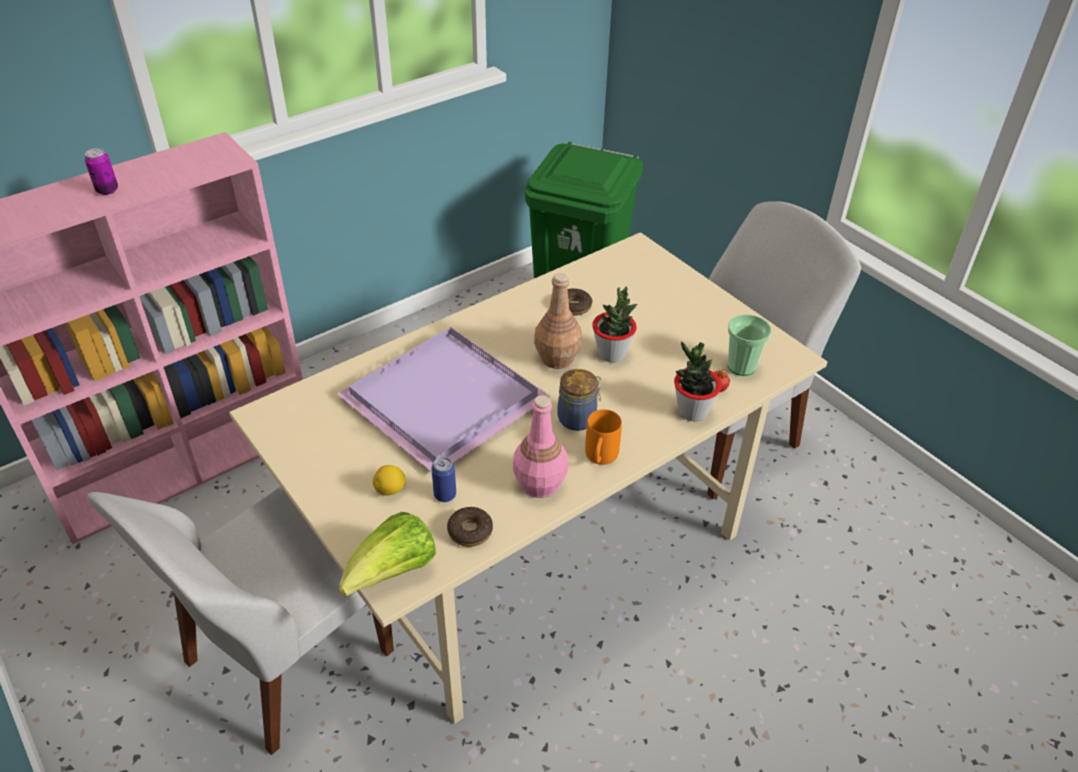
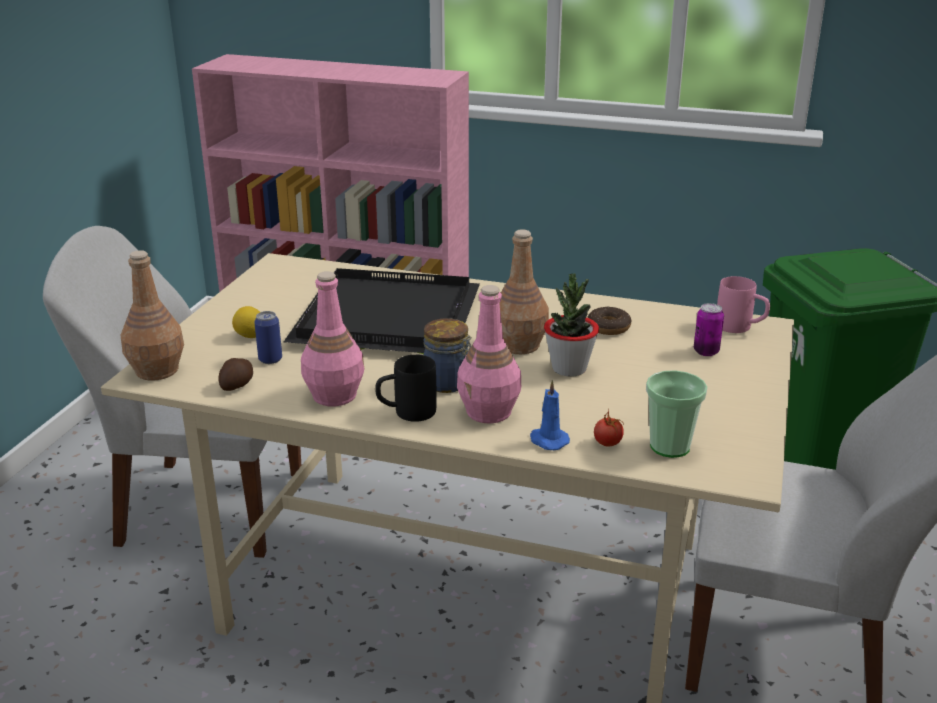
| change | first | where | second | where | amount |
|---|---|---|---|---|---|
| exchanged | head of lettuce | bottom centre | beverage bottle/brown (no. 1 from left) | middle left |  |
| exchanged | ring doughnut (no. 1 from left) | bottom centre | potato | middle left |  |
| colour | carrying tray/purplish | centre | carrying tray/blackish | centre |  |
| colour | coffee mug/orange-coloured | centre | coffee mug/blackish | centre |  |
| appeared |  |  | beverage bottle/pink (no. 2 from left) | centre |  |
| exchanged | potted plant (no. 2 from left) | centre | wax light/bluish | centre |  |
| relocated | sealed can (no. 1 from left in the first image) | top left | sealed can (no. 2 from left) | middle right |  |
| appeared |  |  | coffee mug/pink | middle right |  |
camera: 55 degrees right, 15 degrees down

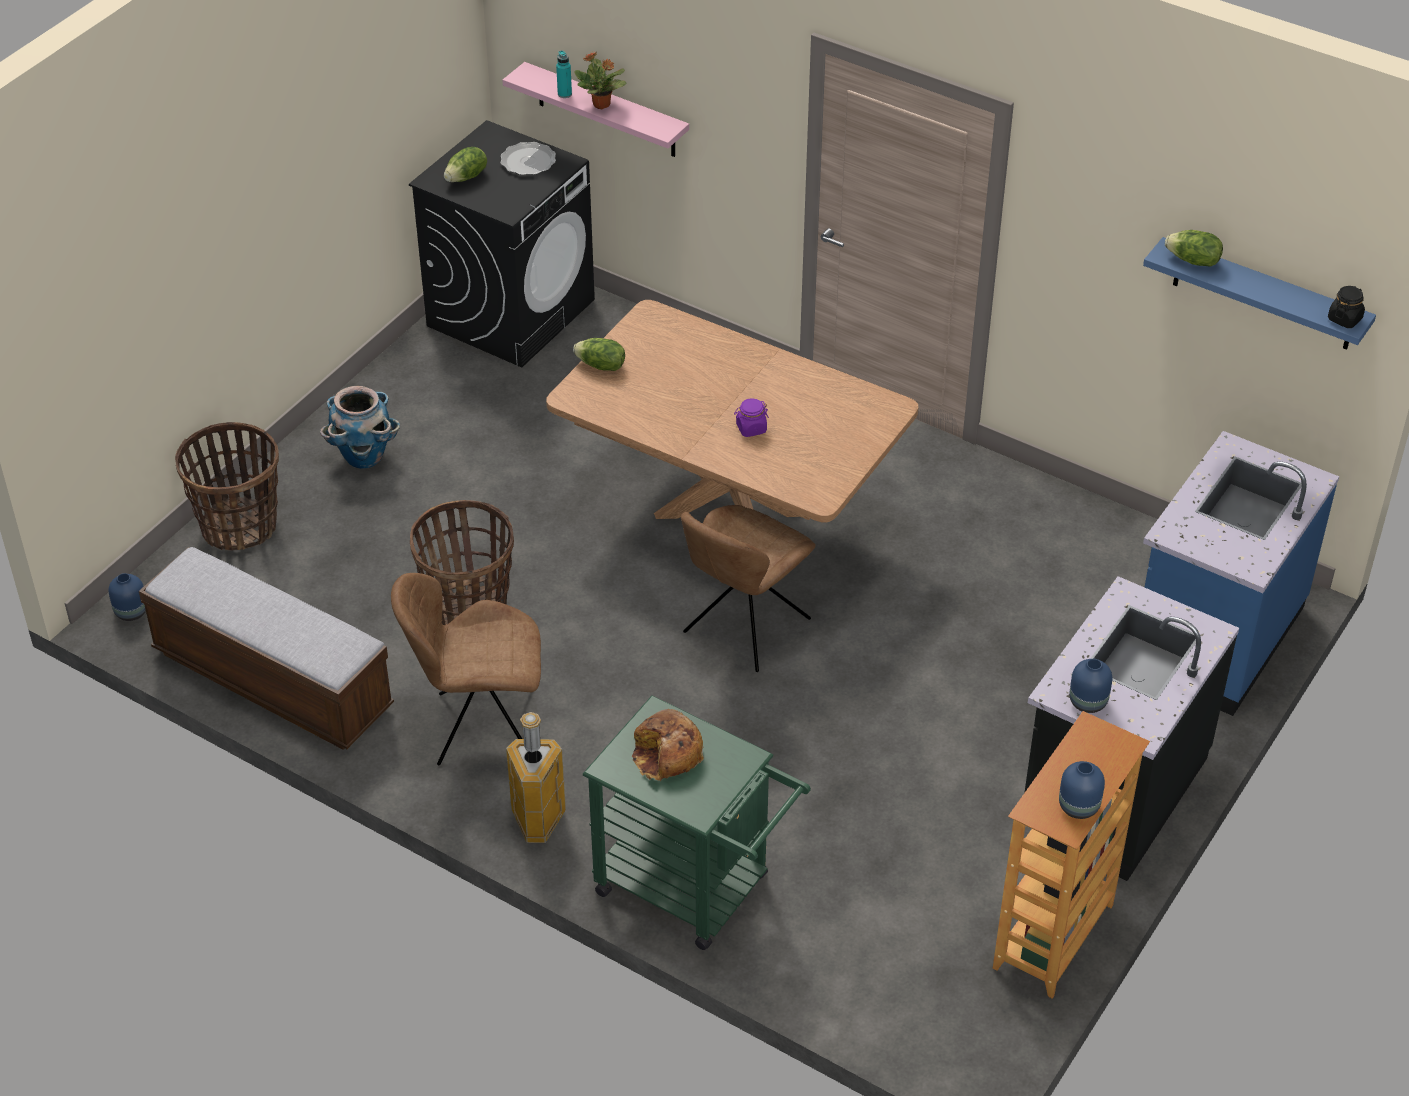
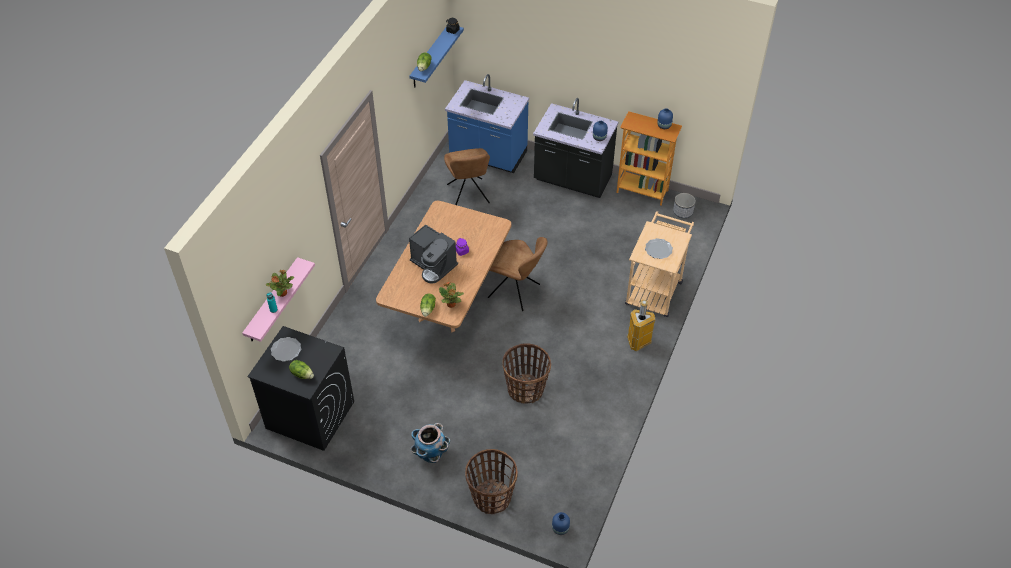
| change | first | where | second | where | amount |
|---|---|---|---|---|---|
| appeared |  |  | coffee machine | centre |  |
| appeared |  |  | potted plant (no. 2 from left) | centre |  |
| relocated | plain chair/brown (no. 1 from left) | middle left |  | top centre |  |
| colour | cart/green-coloured | bottom centre | cart/sand-coloured | centre |  |
| exchanged | baked bread | bottom centre | plate (no. 2 from left) | centre |  |
| appeared |  |  | planter (no. 2 from left) | middle right |  |
| missing | long seat | middle left |  |  |  |
camera: 100 degrees left, 5 degrees up

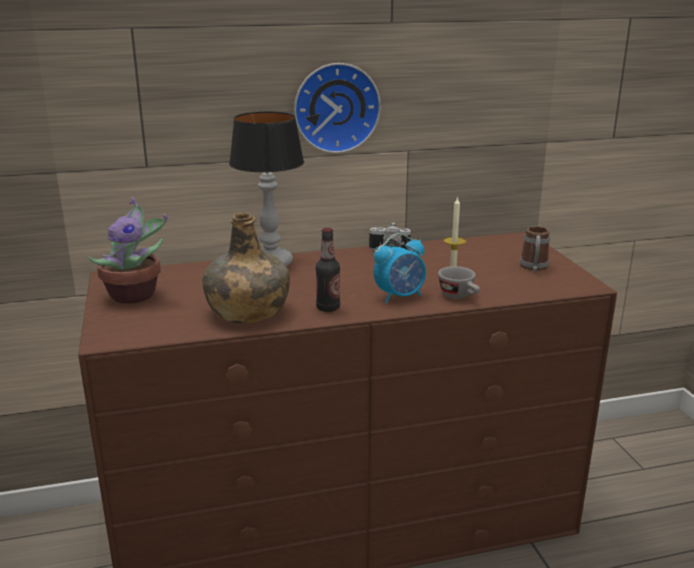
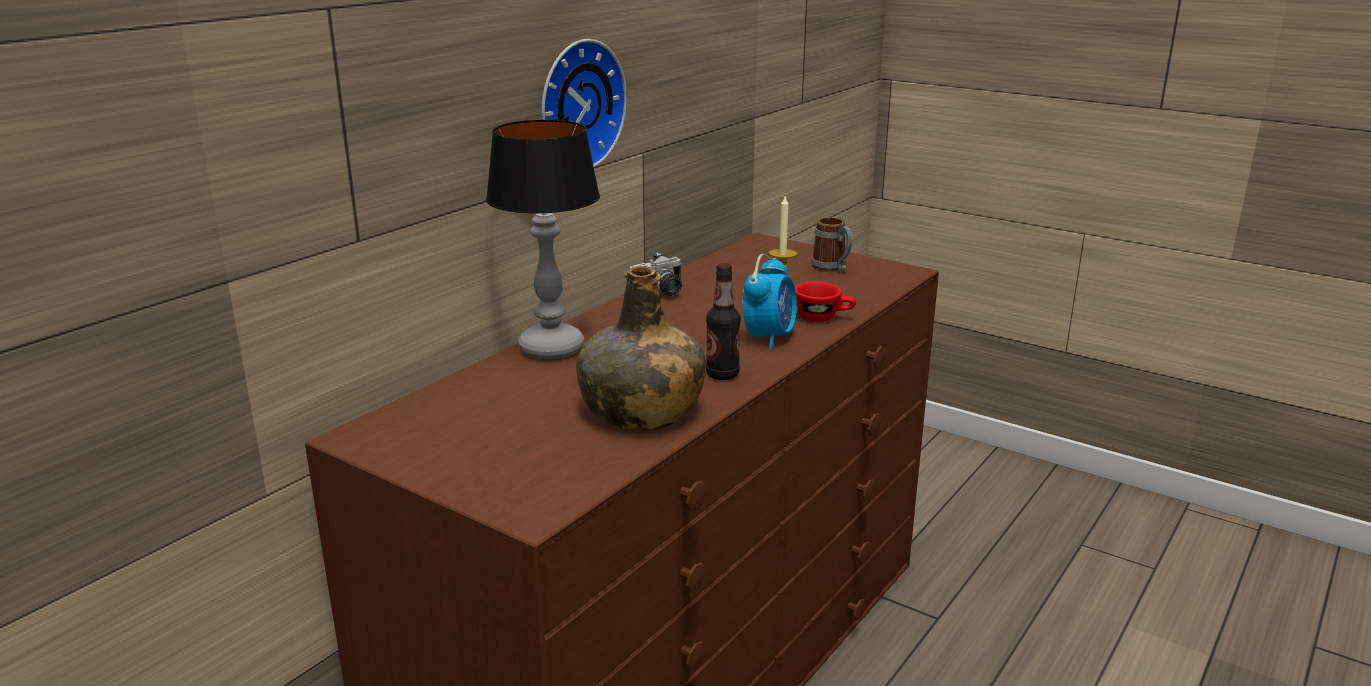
| change | first | where | second | where | amount |
|---|---|---|---|---|---|
| colour | drinking cup/gray | centre | drinking cup/red-coloured | centre |  |
| missing | potted plant | middle left |  |  |  |
camera: 40 degrees left, 0 degrees up

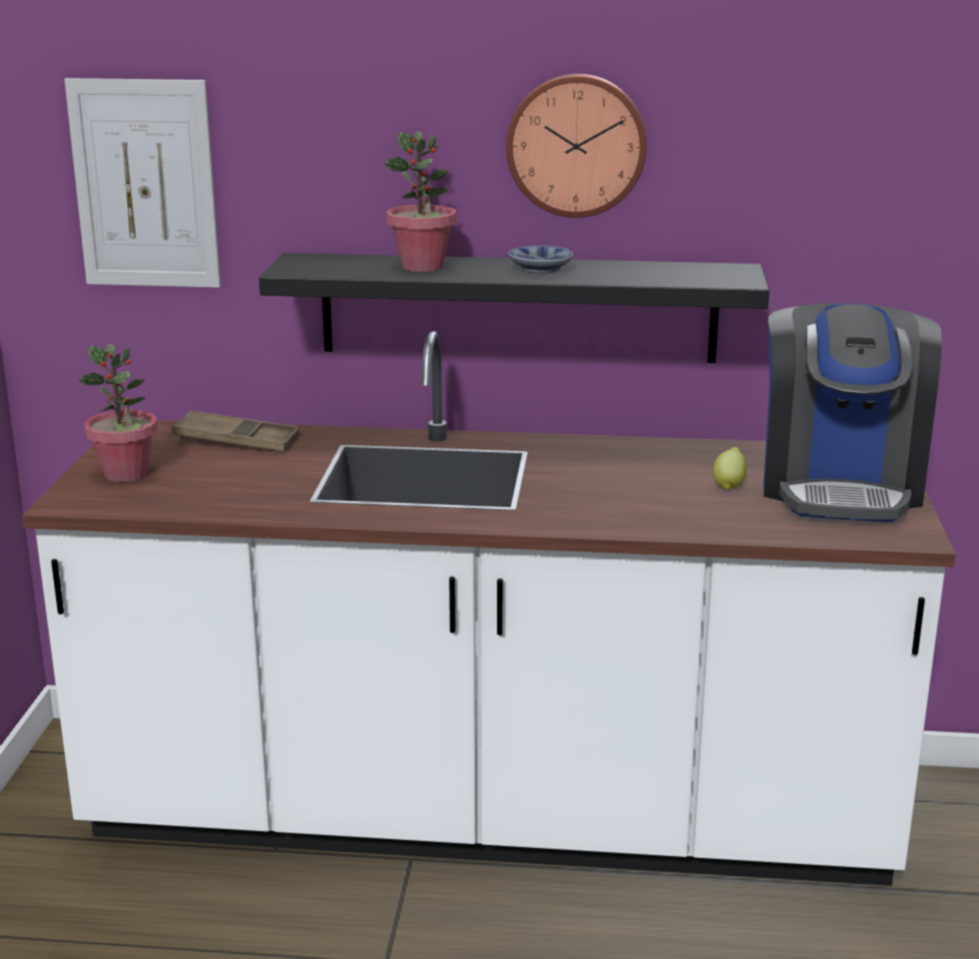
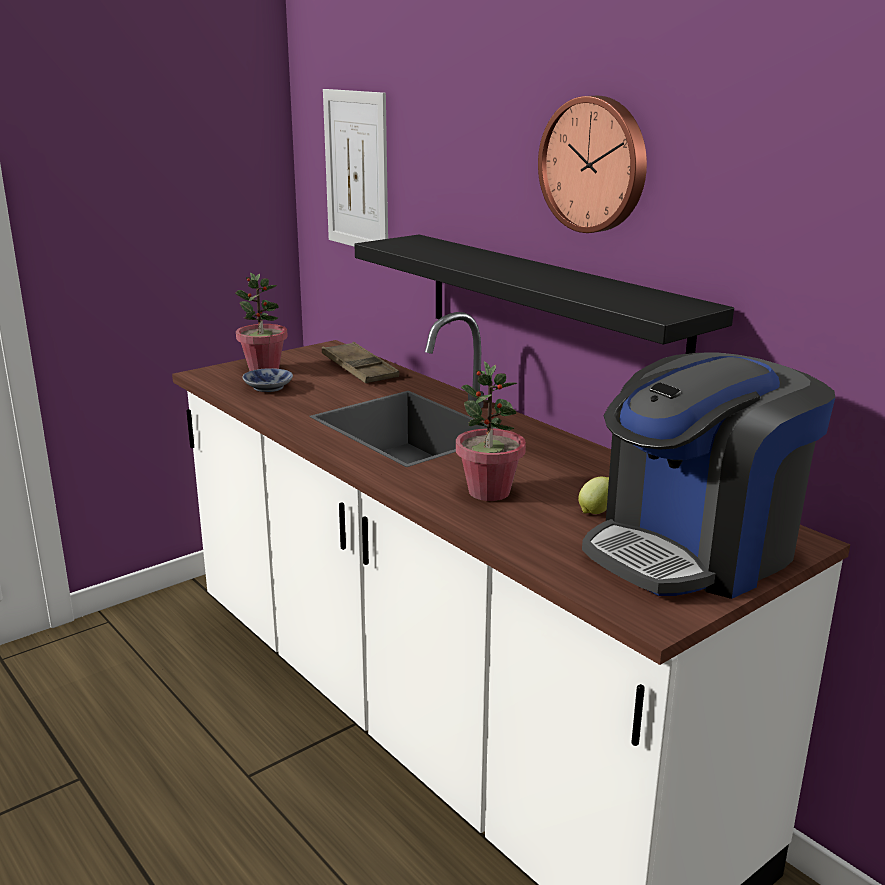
| change | first | where | second | where | amount |
|---|---|---|---|---|---|
| relocated | deep dish | top centre |  | middle left |  |
| relocated | potted plant (no. 2 from left) | top centre |  | centre |  |
camera: 45 degrees right, 0 degrees up

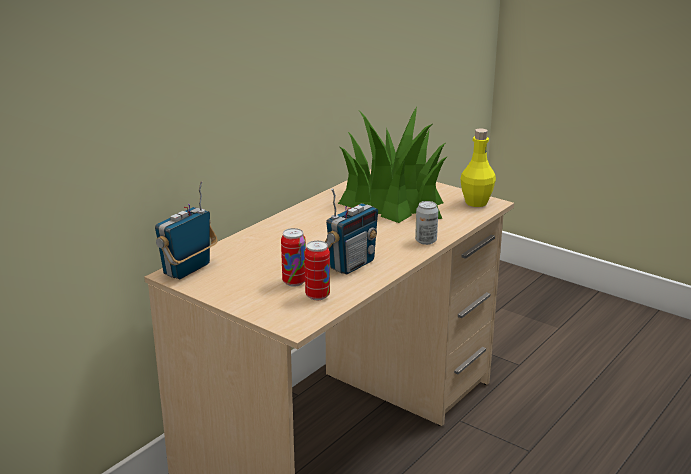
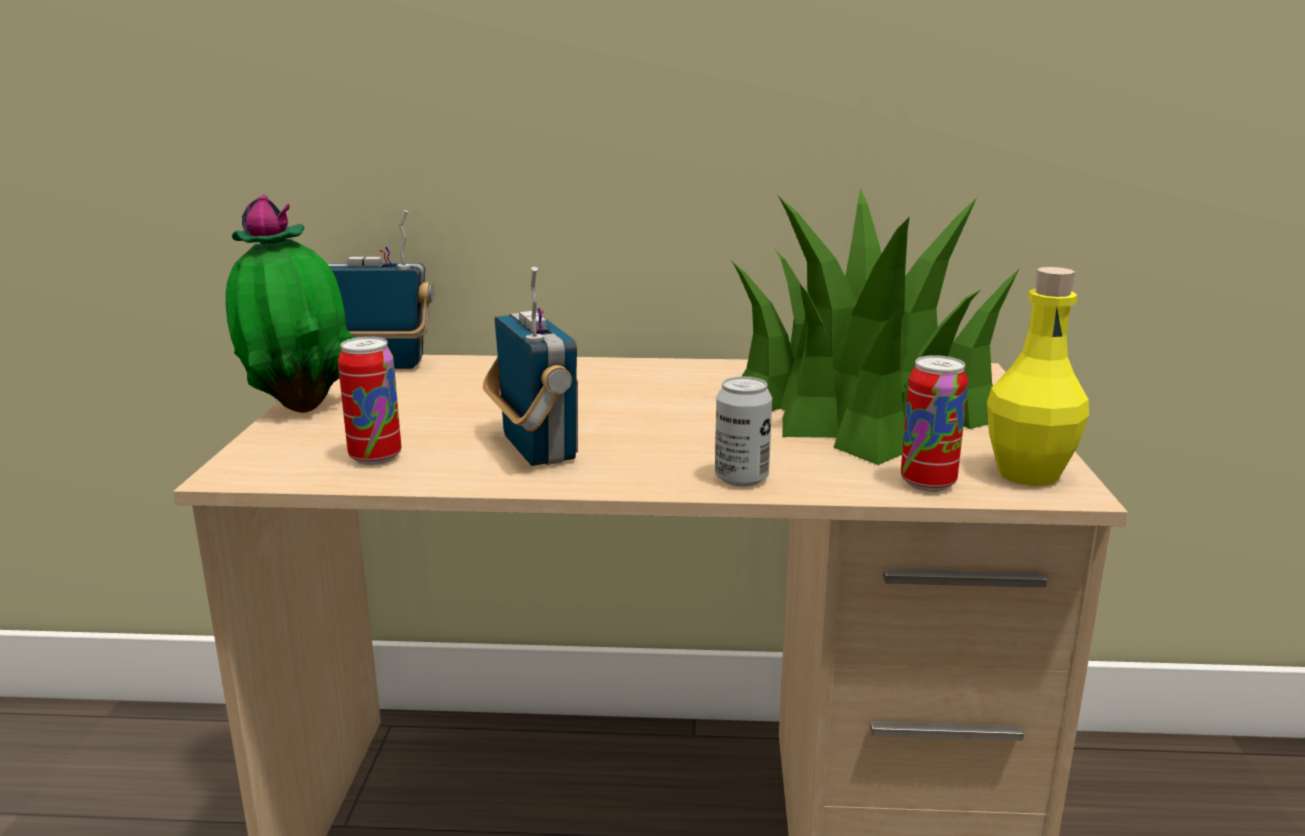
| change | first | where | second | where | amount |
|---|---|---|---|---|---|
| appeared |  |  | potted plant (no. 1 from left) | middle left |  |
| spun | radio set (no. 2 from left) | centre |  | centre | 120 degrees counterclockwise |
| relocated | sealed can (no. 1 from left in the first image) | centre | sealed can (no. 3 from left) | middle right |  |
camera: 55 degrees right, 5 degrees down

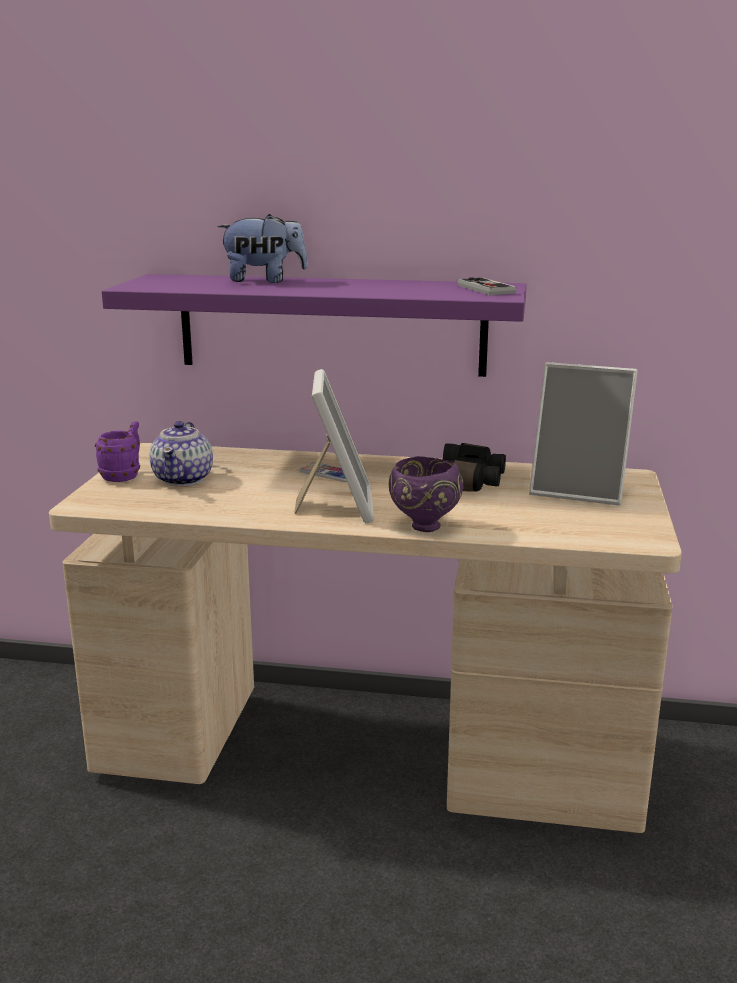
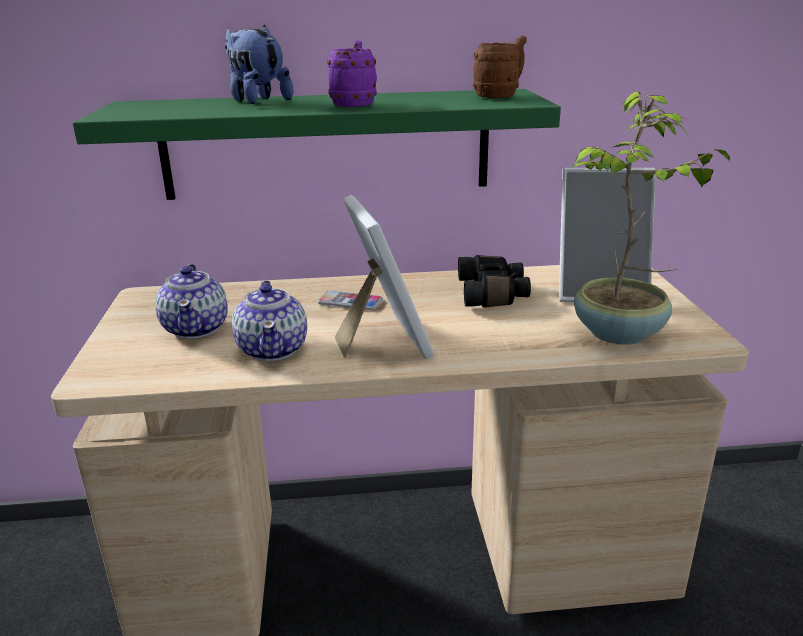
| change | first | where | second | where | amount |
|---|---|---|---|---|---|
| colour | shelf/purplish | top centre | shelf/green-coloured | top centre |  |
| spun | plush toy | top centre |  | top left | 105 degrees counterclockwise |
| appeared |  |  | pot for tea (no. 2 from left) | centre |  |
| relocated | coffee mug/purplish | middle left |  | top centre |  |
| exchanged | joypad | top centre | coffee mug/brown | top centre |  |
| appeared |  |  | potted plant | middle right |  |
| missing | deep dish/purplish | centre |  |  |  |
camera: 15 degrees left, 5 degrees up

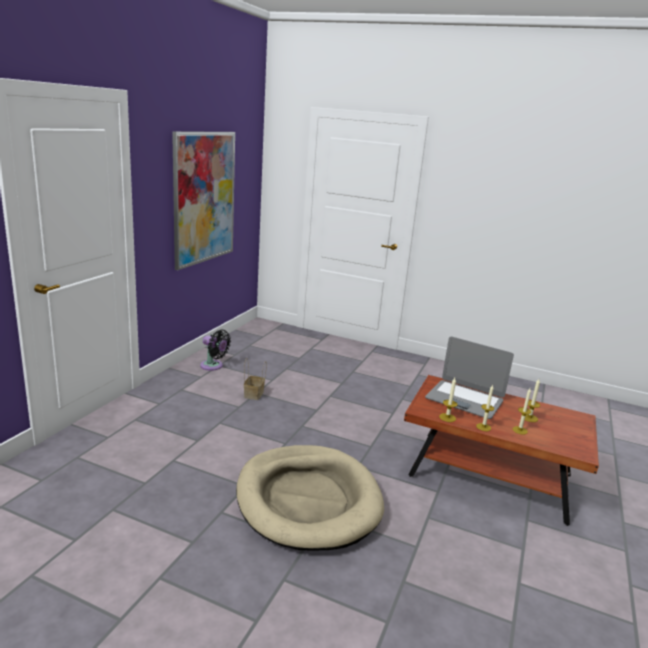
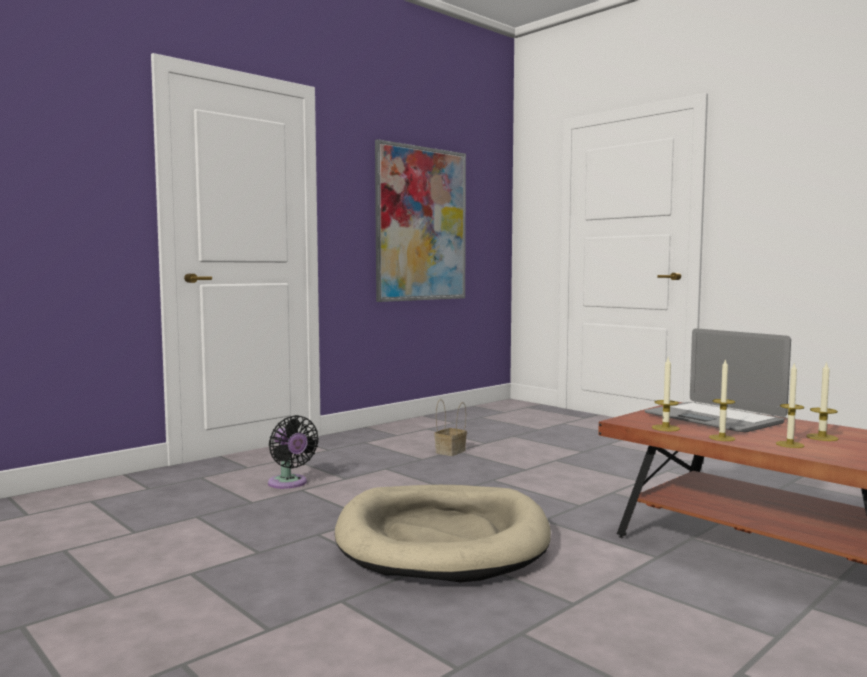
| change | first | where | second | where | amount |
|---|---|---|---|---|---|
| relocated | electric fan/blackish | middle left |  | bottom centre |  |
camera: 25 degrees right, 15 degrees down

